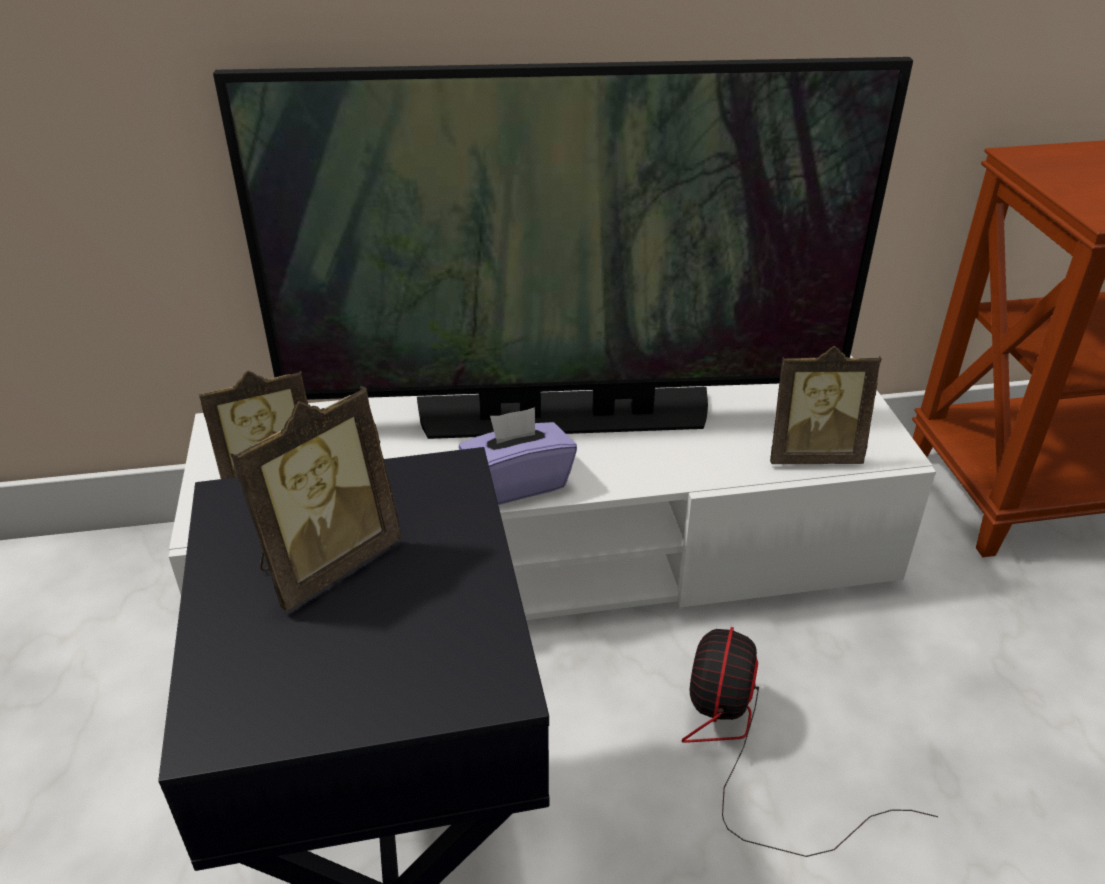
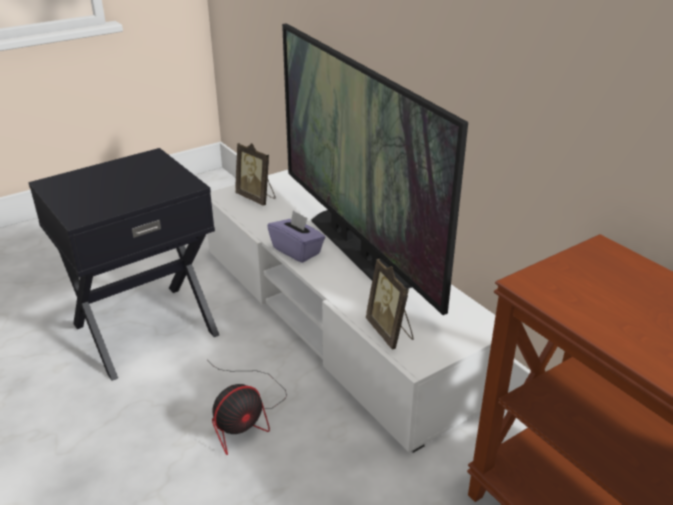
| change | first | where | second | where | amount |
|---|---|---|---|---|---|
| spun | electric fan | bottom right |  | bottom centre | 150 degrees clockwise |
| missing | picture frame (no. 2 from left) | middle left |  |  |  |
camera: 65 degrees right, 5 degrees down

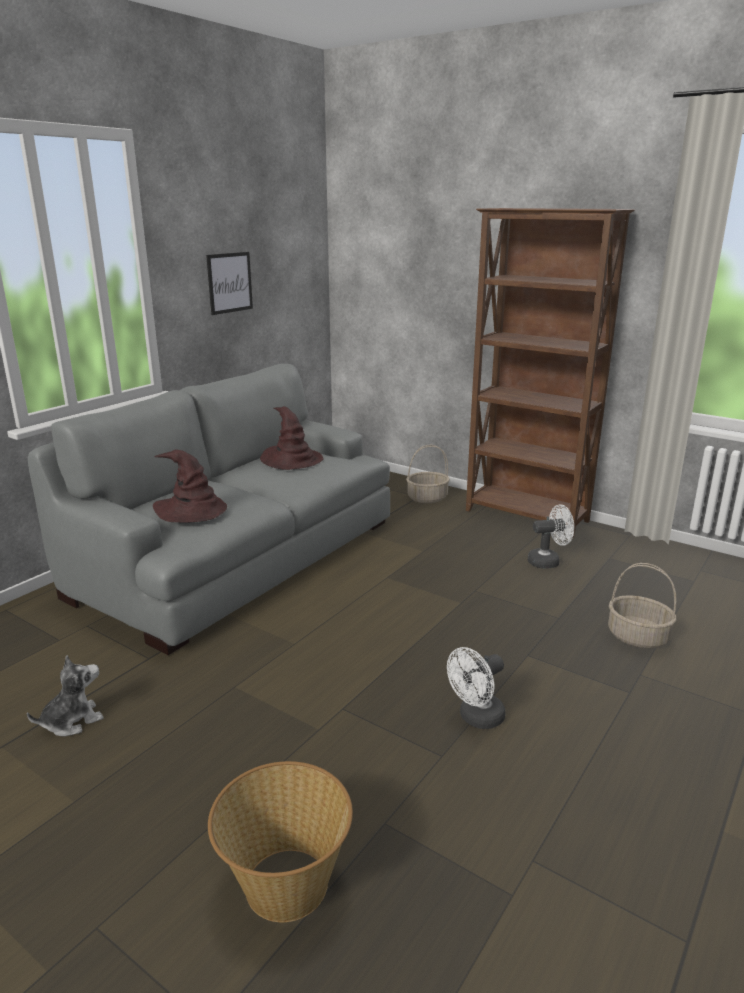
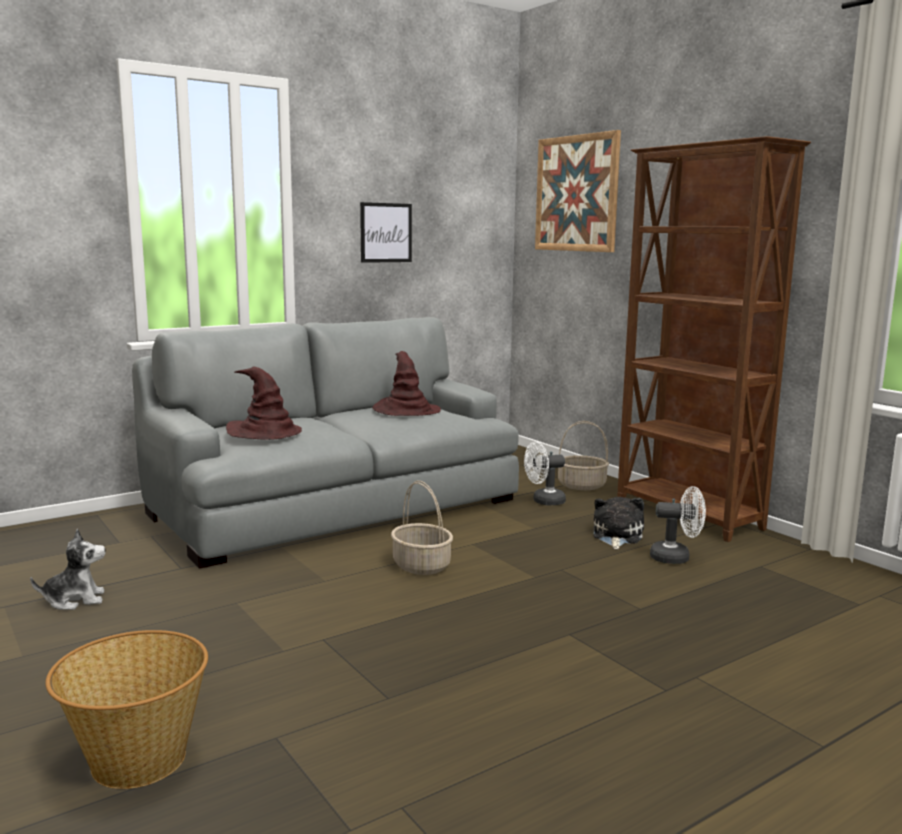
| change | first | where | second | where | amount |
|---|---|---|---|---|---|
| relocated | basket (no. 3 from left in the first image) | middle right | basket (no. 2 from left) | centre |  |
| relocated | electric fan/white (no. 1 from left) | bottom centre |  | centre |  |
| appeared |  |  | picture (no. 2 from left) | top centre |  |
| appeared |  |  | plush toy (no. 2 from left) | middle right |  |
camera: 20 degrees right, 10 degrees down

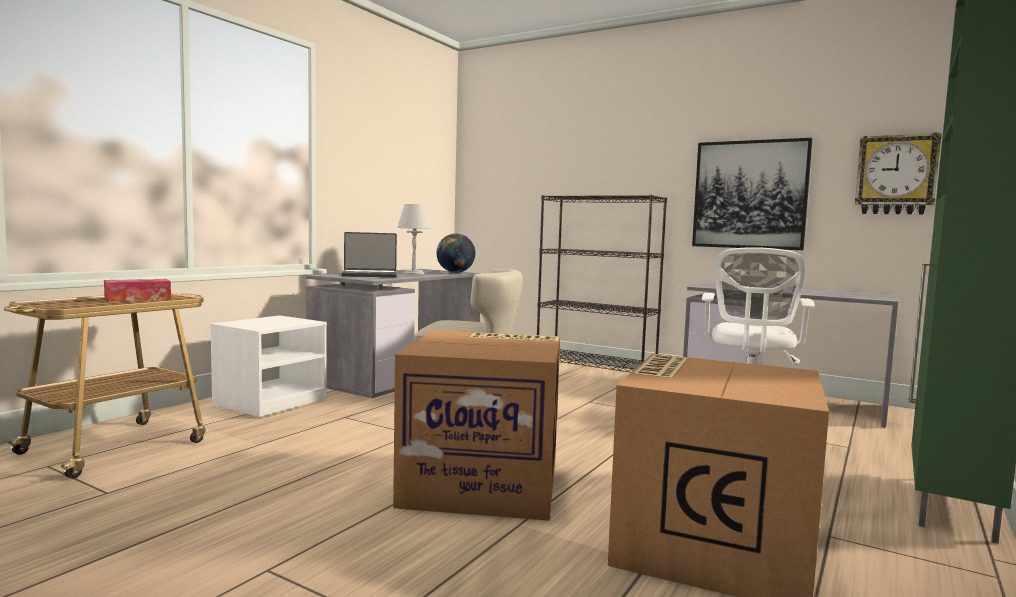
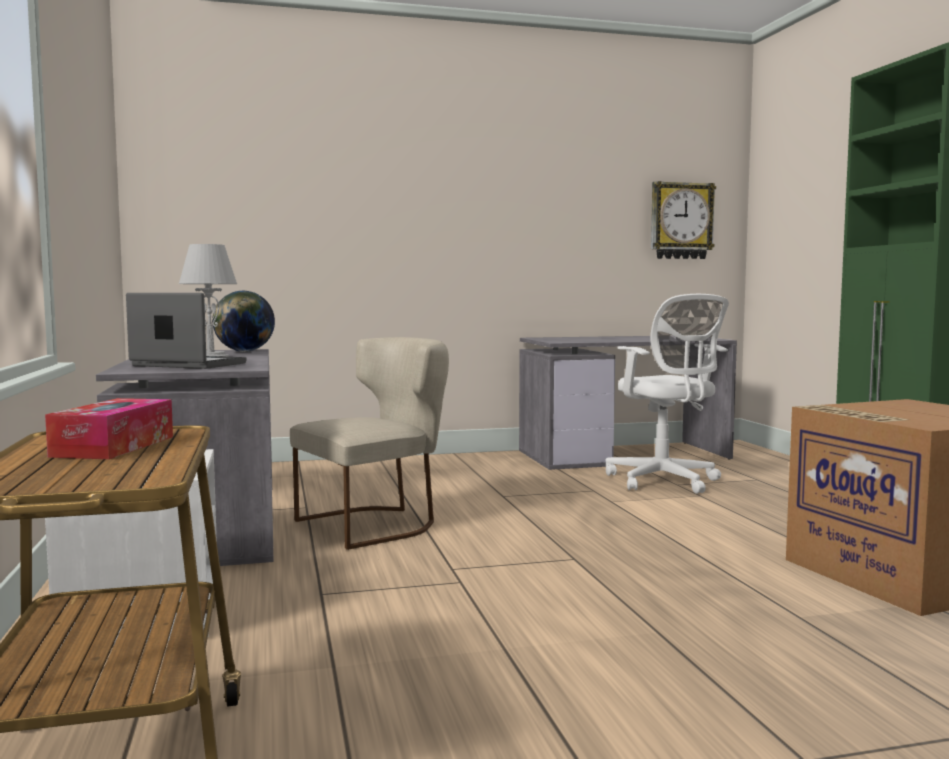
| change | first | where | second | where | amount |
|---|---|---|---|---|---|
| spun | notebook computer | centre |  | middle left | 105 degrees counterclockwise |
| missing | cardboard box (no. 1 from left) | bottom centre |  |  |  |
| missing | bookshelf/blackish | centre |  |  |  |
| missing | picture | top right |  |  |  |
camera: 45 degrees left, 0 degrees up

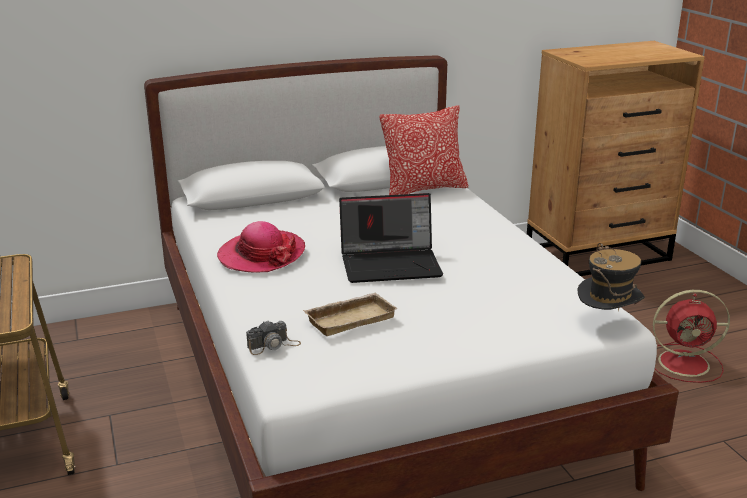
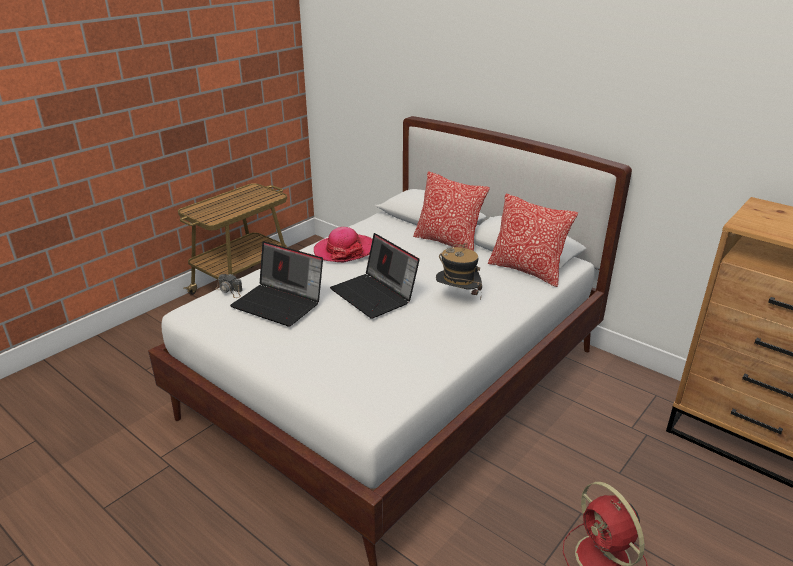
| change | first | where | second | where | amount |
|---|---|---|---|---|---|
| exchanged | carrying tray/sand-coloured | centre | notebook computer (no. 1 from left) | centre |  |
| appeared |  |  | throw pillow (no. 1 from left) | centre |  |
| relocated | clothing hat (no. 2 from left) | middle right |  | centre |  |
camera: 60 degrees right, 5 degrees up

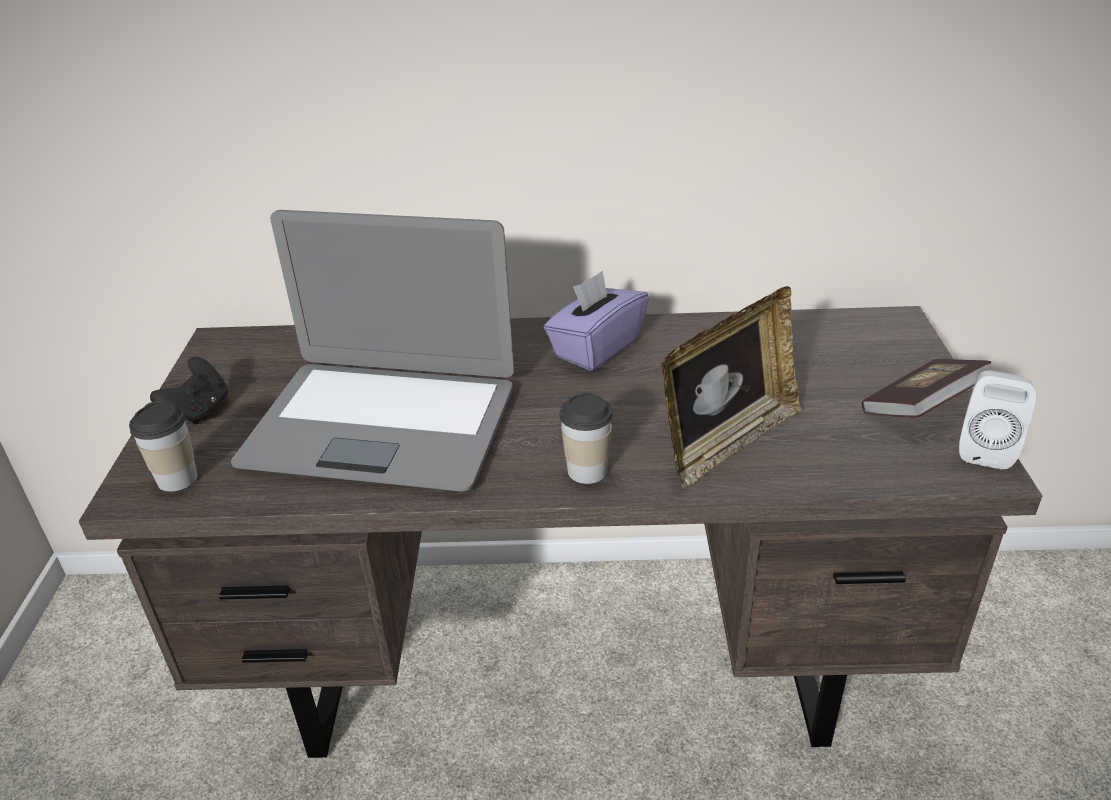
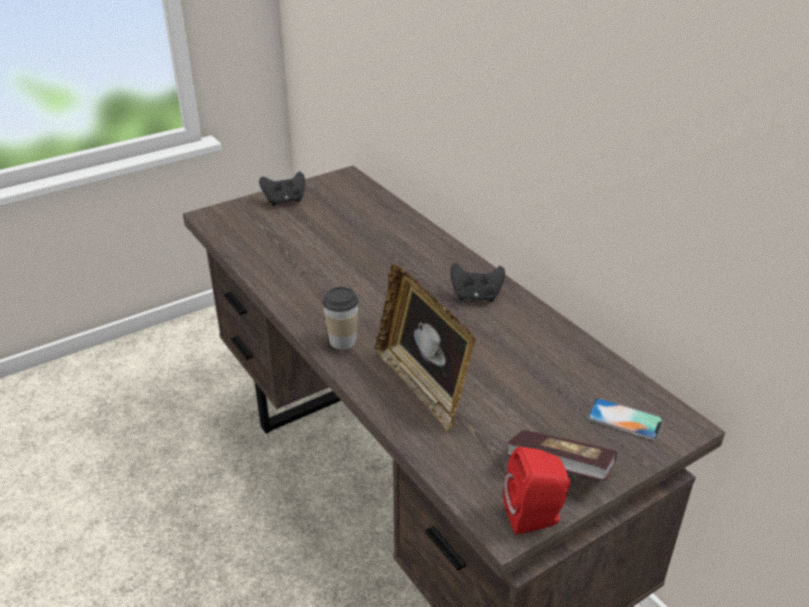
| change | first | where | second | where | amount |
|---|---|---|---|---|---|
| spun | picture frame | centre |  | centre | 45 degrees clockwise |
| exchanged | box of tissues/purplish | centre | joypad/blackish (no. 2 from left) | centre |  |
| colour | speaker/white | middle right | speaker/red-coloured | bottom centre |  |
| appeared |  |  | phone | bottom right |  |
| missing | drinking cup (no. 1 from left) | middle left |  |  |  |
| missing | notebook computer | centre |  |  |  |
camera: 55 degrees right, 0 degrees up

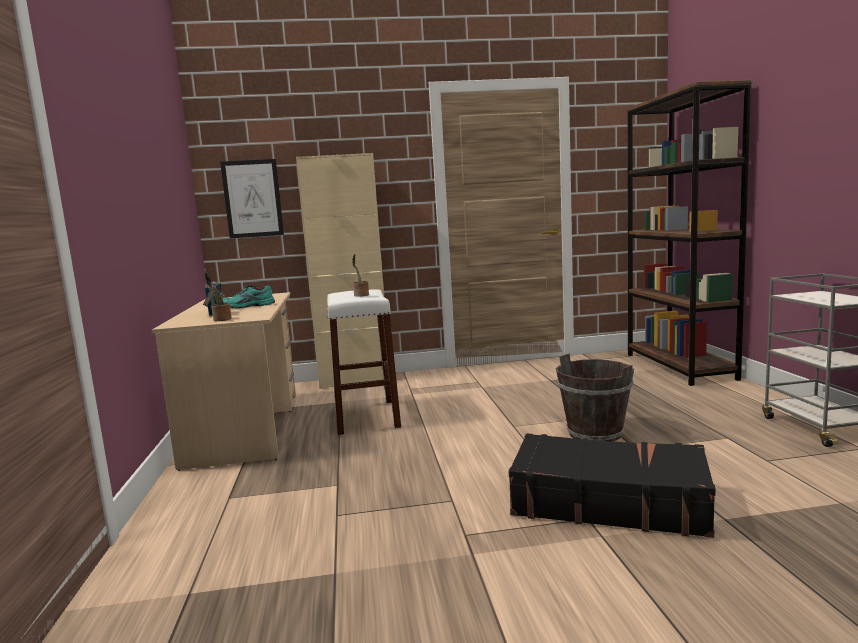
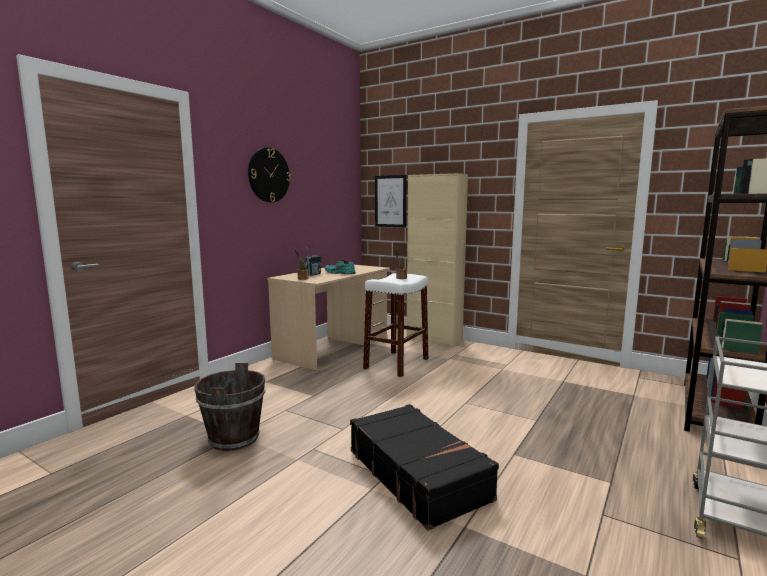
| change | first | where | second | where | amount |
|---|---|---|---|---|---|
| relocated | water bucket/brown | middle right |  | bottom left |  |
| appeared |  |  | hanging clock | top centre |  |
camera: 40 degrees right, 0 degrees up

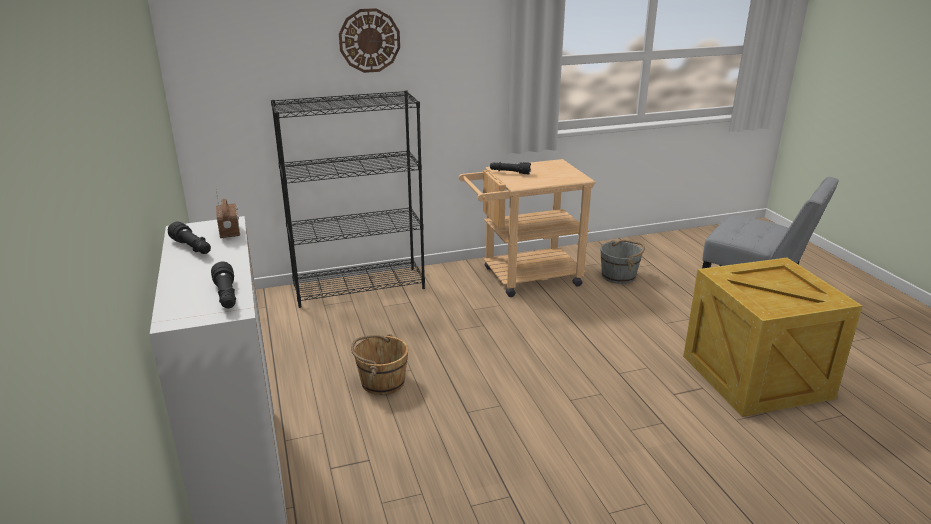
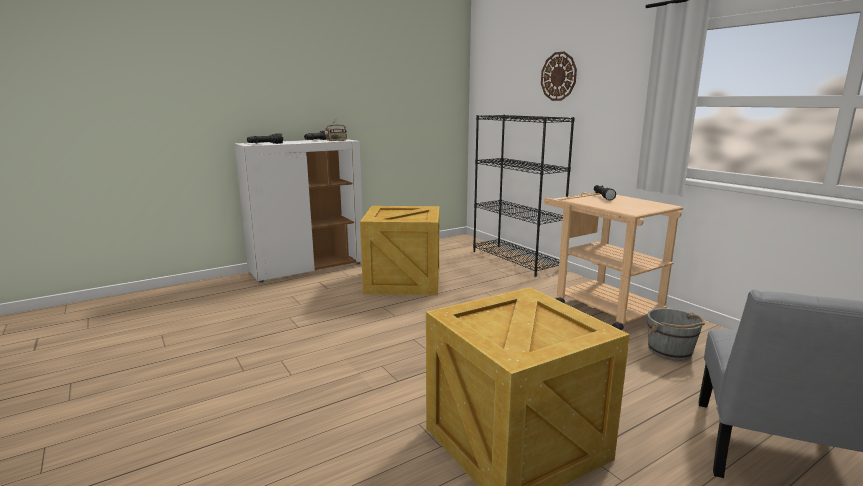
| change | first | where | second | where | amount |
|---|---|---|---|---|---|
| exchanged | water bucket/brown | bottom centre | shipping crate (no. 1 from left) | centre |  |
camera: 75 degrees right, 10 degrees down

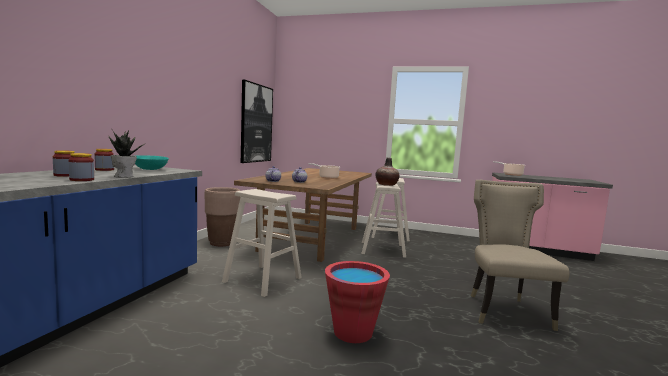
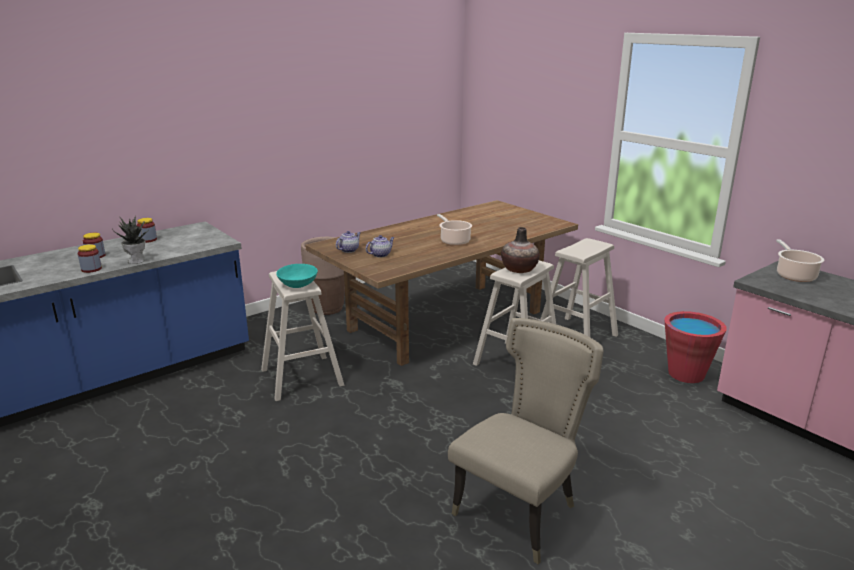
| change | first | where | second | where | amount |
|---|---|---|---|---|---|
| relocated | deep dish/blue-green | middle left |  | centre |  |
| relocated | water bucket/red-coloured | bottom centre |  | middle right |  |
| missing | picture | top centre |  |  |  |
camera: 35 degrees right, 15 degrees up

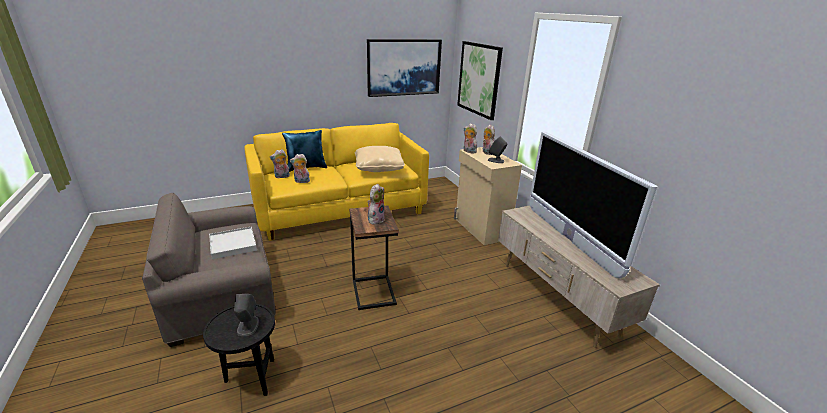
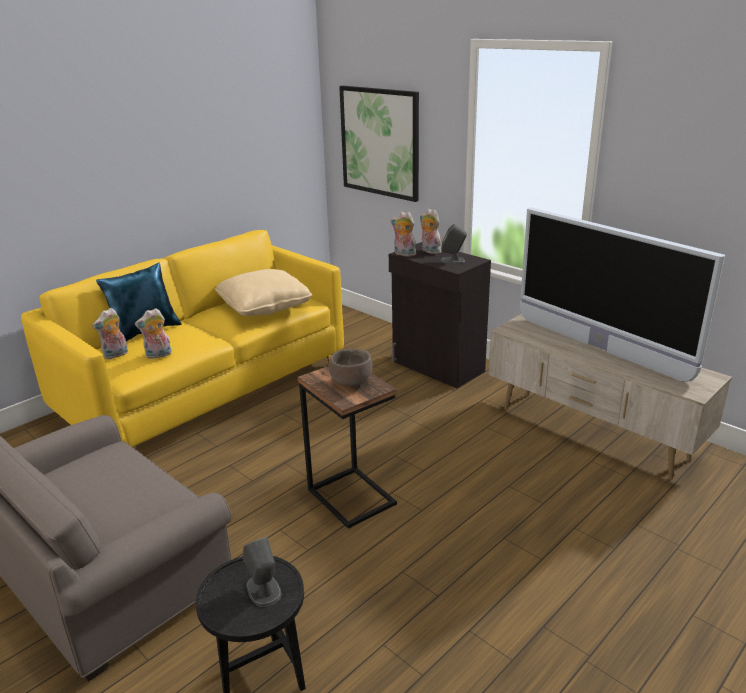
| change | first | where | second | where | amount |
|---|---|---|---|---|---|
| exchanged | plush toy (no. 3 from left) | centre | deep dish/brown | centre |  |
| colour | cupboard/sand-coloured | centre | cupboard/blackish | centre |  |
| missing | carrying tray/white | middle left |  |  |  |
| missing | picture (no. 1 from left) | top centre |  |  |  |
camera: 20 degrees left, 0 degrees up

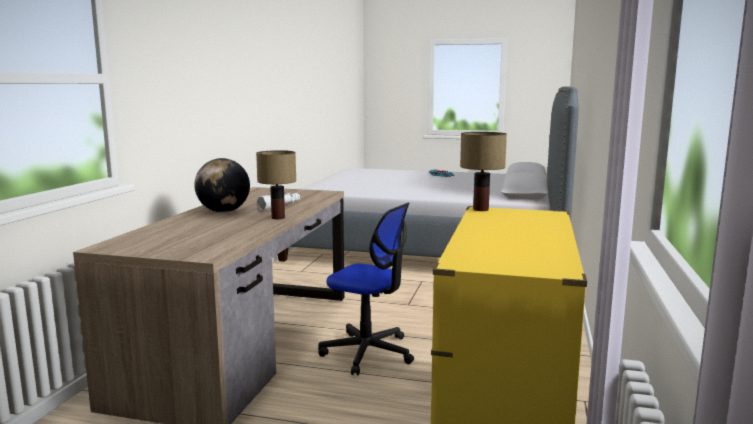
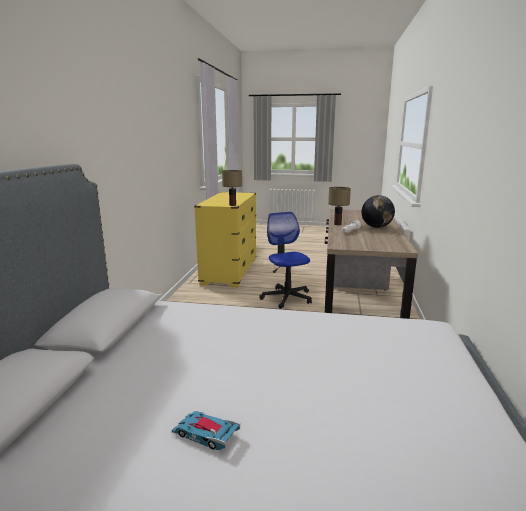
| change | first | where | second | where | amount |
|---|---|---|---|---|---|
| spun | office chair | bottom centre |  | centre | 45 degrees clockwise |
camera: 175 degrees right, 5 degrees up

